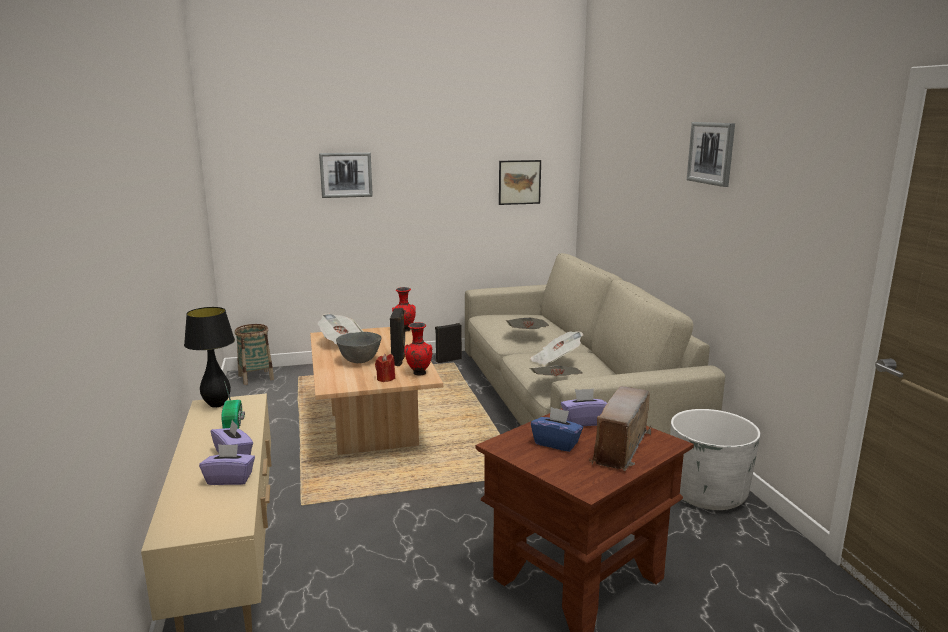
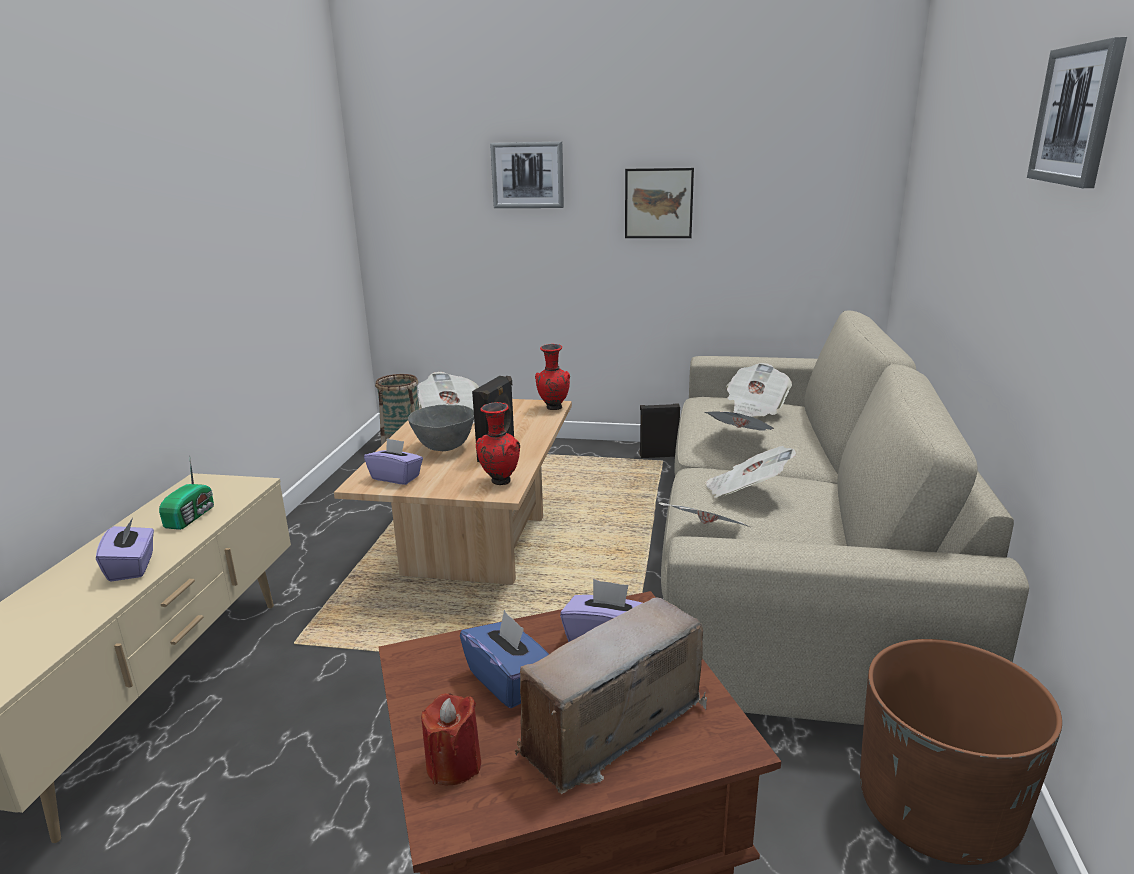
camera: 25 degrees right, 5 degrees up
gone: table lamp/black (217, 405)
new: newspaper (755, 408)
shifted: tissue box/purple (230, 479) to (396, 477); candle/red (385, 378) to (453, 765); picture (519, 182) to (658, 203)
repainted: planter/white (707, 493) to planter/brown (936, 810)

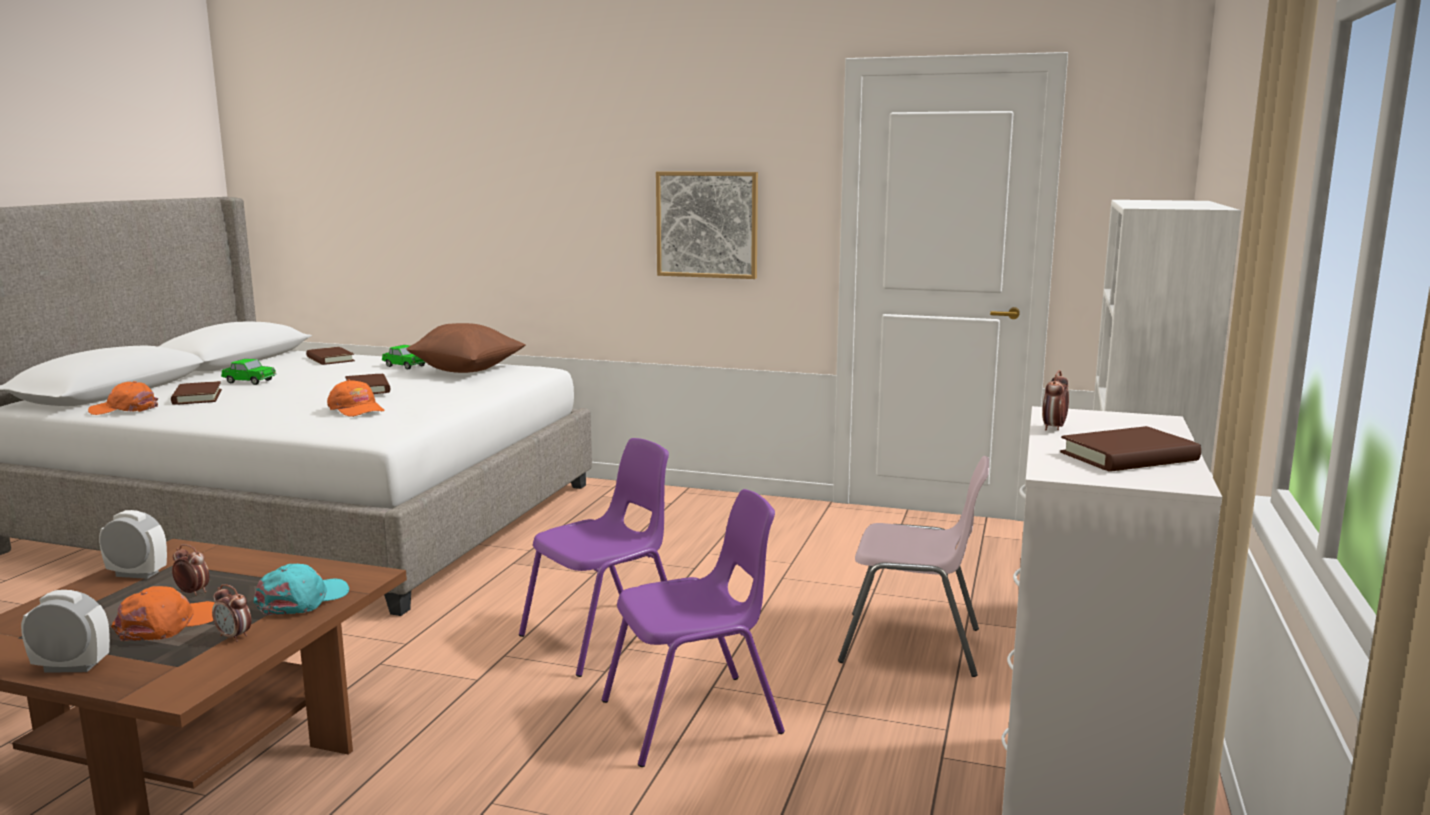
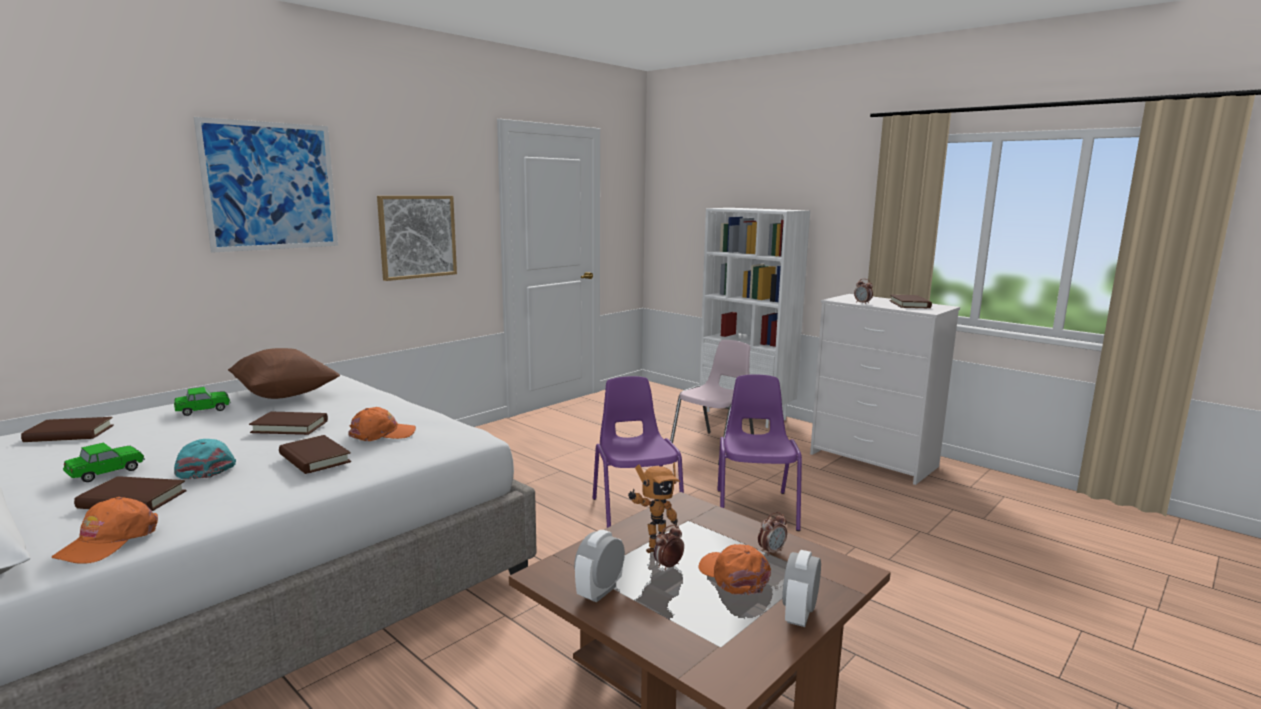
camera: 65 degrees left, 0 degrees up
new: picture (271, 186); book/brown (314, 458); toy robot (652, 546)
shifted: cap/turquoise (302, 600) to (205, 468)

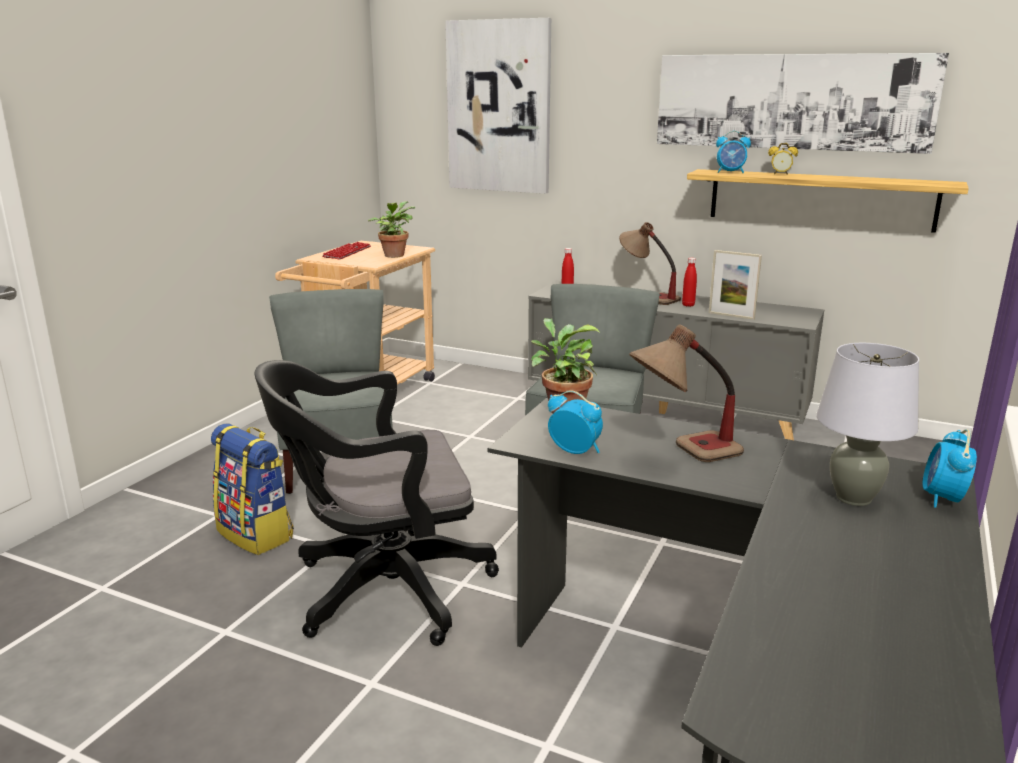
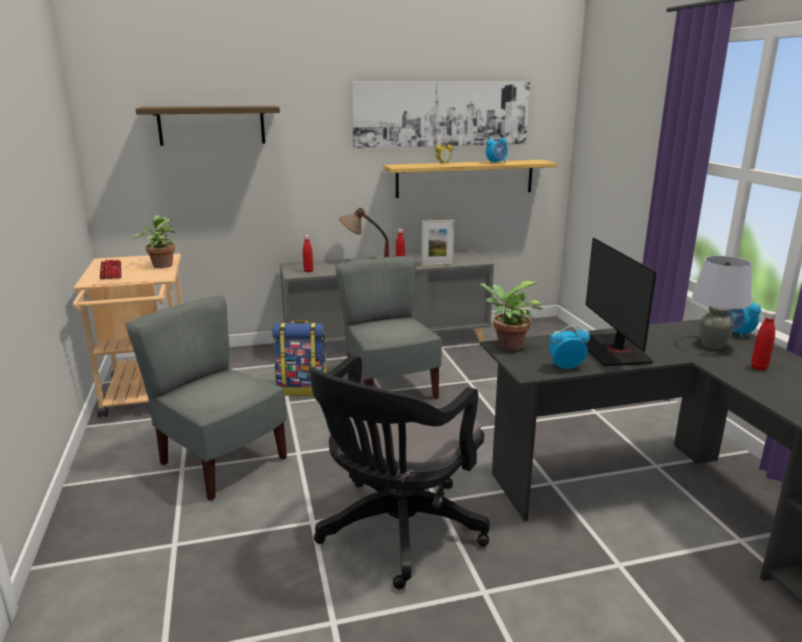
camera: 40 degrees left, 0 degrees up
new: bottle/red (759, 368)
shifted: backpack (257, 534) to (302, 389); alarm clock (730, 172) to (496, 163)
swapped: picture (499, 107) to shelf (211, 125); table lamp (682, 455) to monitor (612, 350)

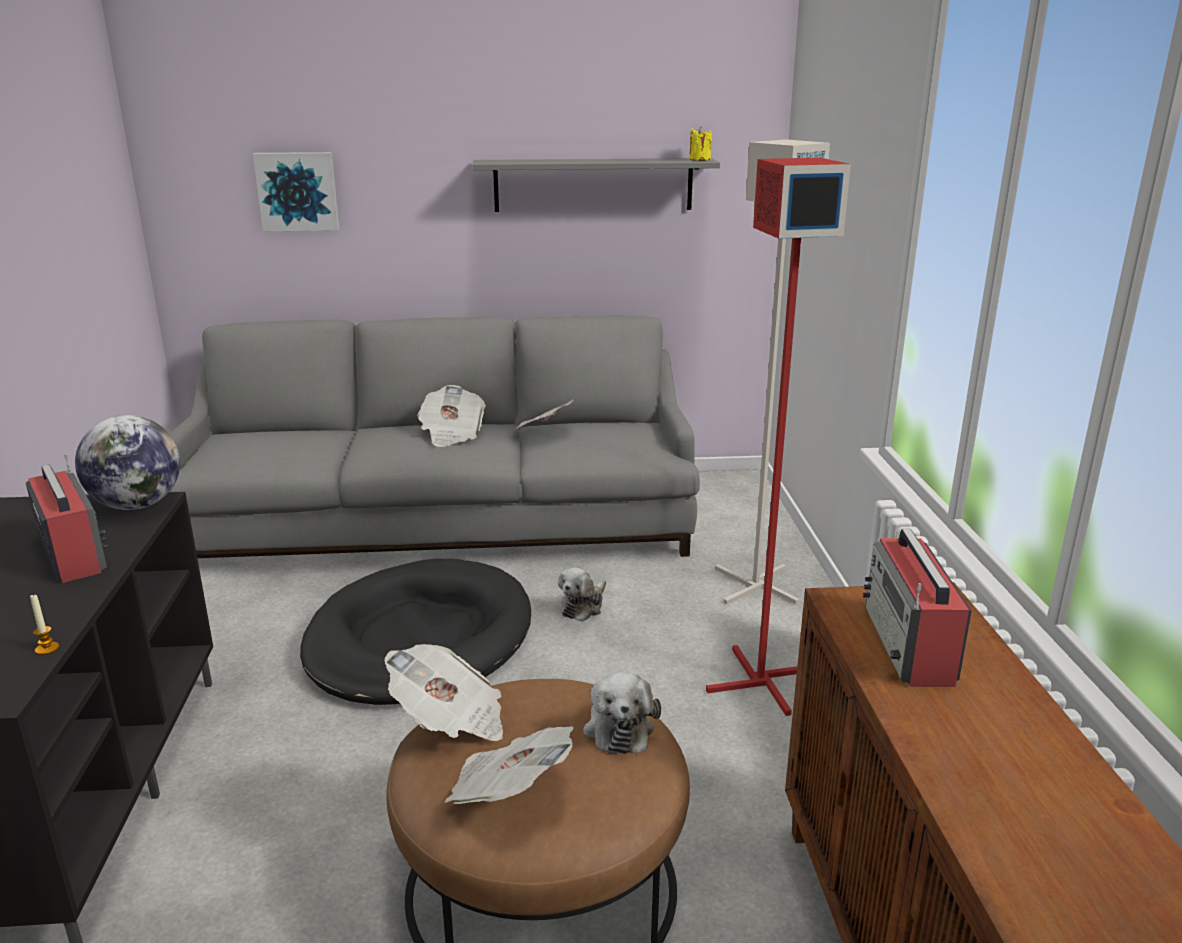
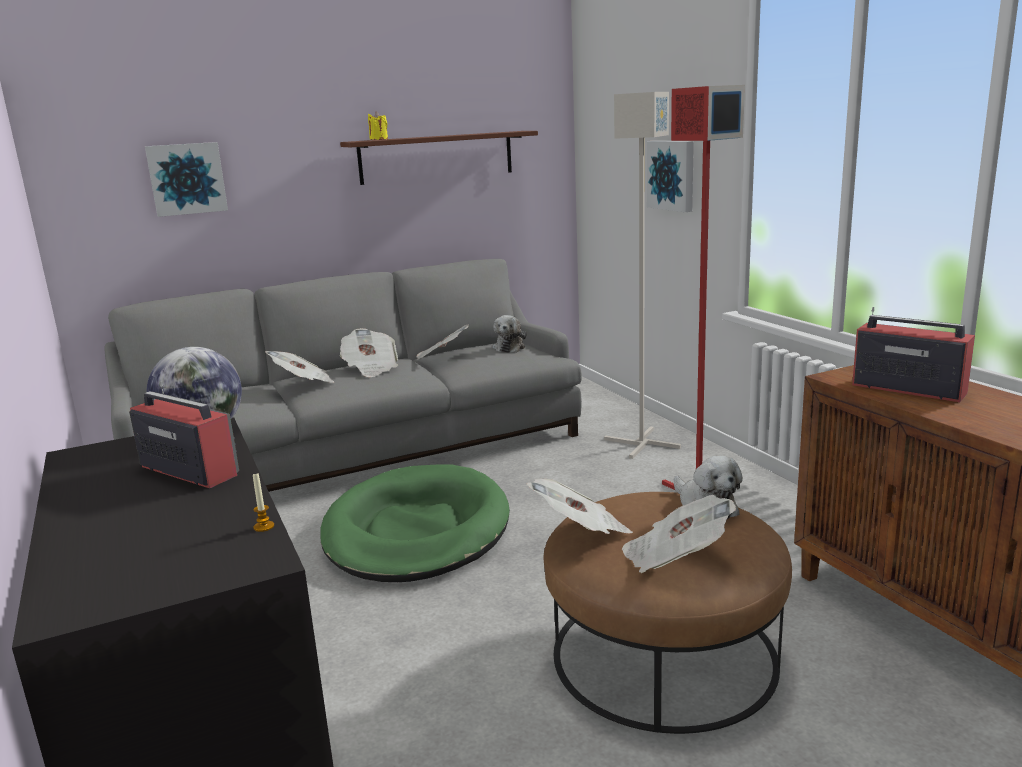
camera: 20 degrees left, 5 degrees down
new: newspaper (303, 383); picture (672, 175)
shifted: candle/yellow (699, 159) to (378, 139); plush toy (583, 606) to (509, 347)
repainted: dog bed/black (419, 639) to dog bed/green (417, 531); shelf/grey (593, 185) to shelf/brown (437, 157)
rotated: radio (909, 646) = (907, 388) 150 degrees clockwise

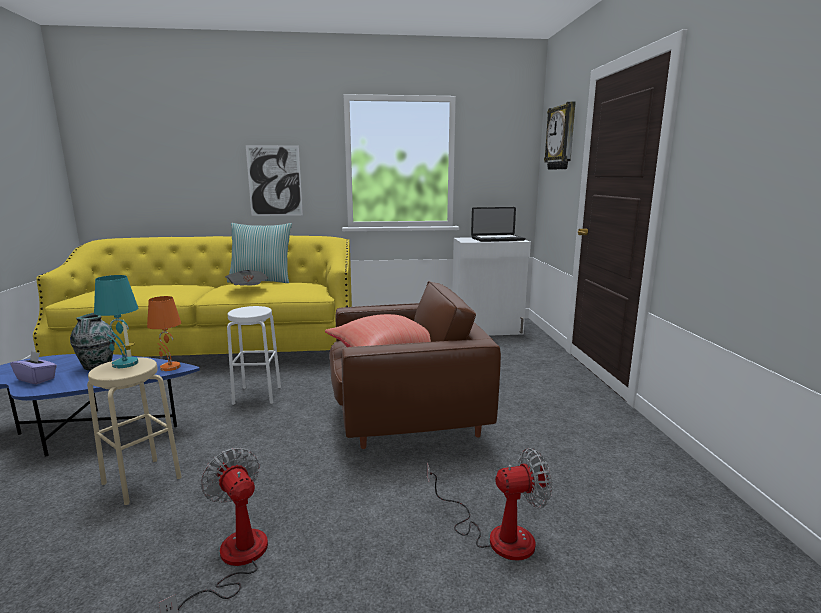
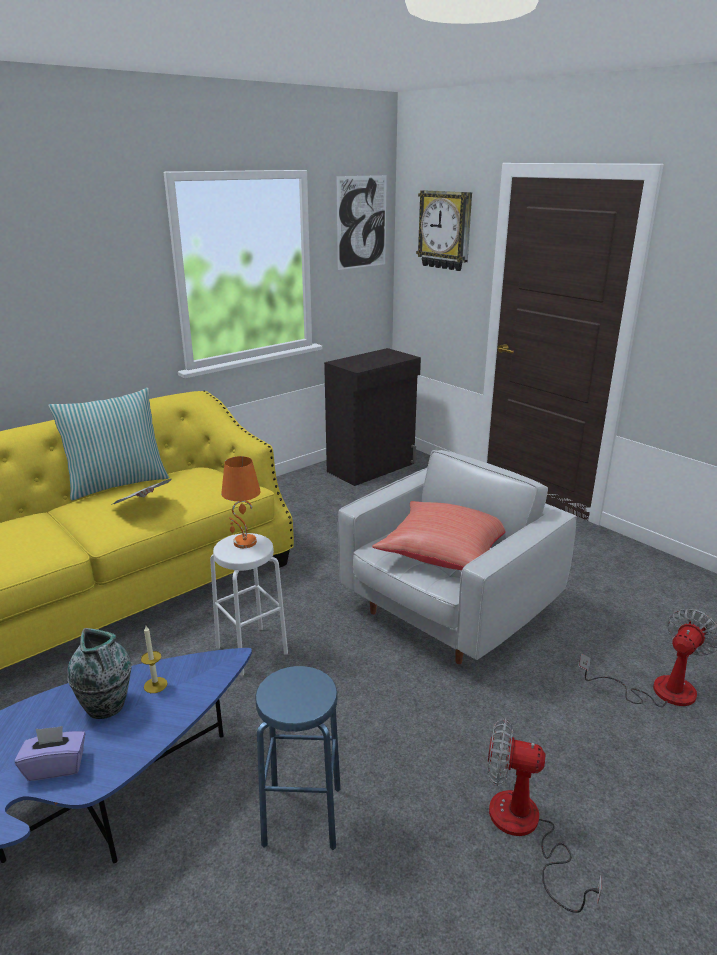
camera: 35 degrees left, 10 degrees up
gone: table lamp/turquoise (124, 364); laptop (497, 239)
shifted: table lamp/orange (169, 367) to (244, 542); picture (274, 181) to (362, 222)
repainted: stool/beige (141, 480) to stool/blue (302, 815); cabinet/white (487, 330) to cabinet/black (372, 468); armchair/brown (405, 418) to armchair/white (448, 612)

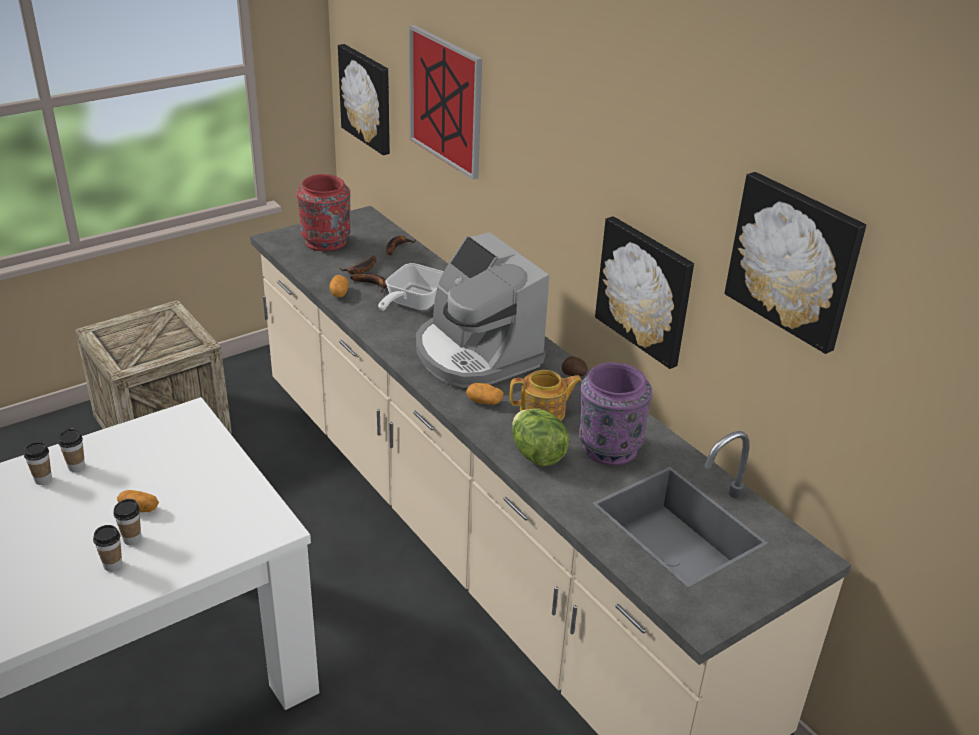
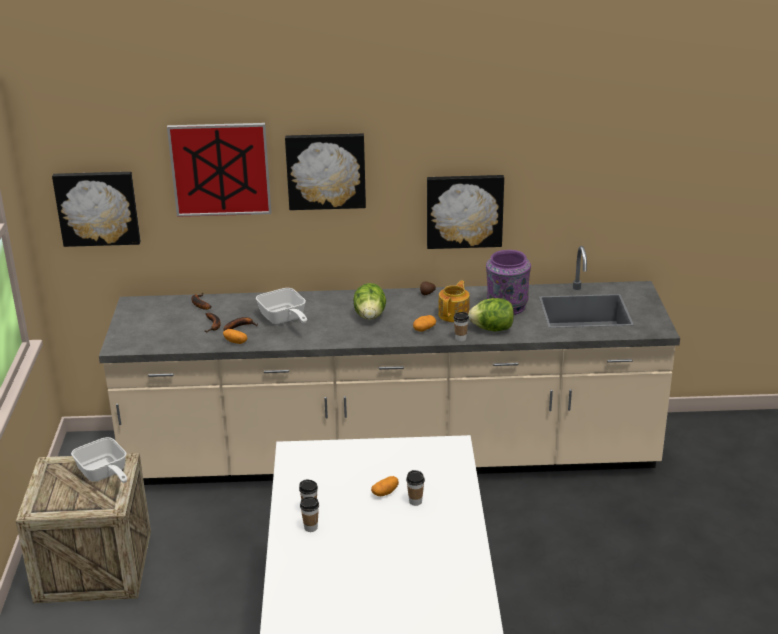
camera: 55 degrees left, 5 degrees down
gone: vase/red (326, 242)
new: frying pan (104, 474)
shifted: picture (795, 260) to (326, 170); cup (113, 565) to (460, 338)
swapped: coffee machine (475, 354) to lettuce (370, 316)

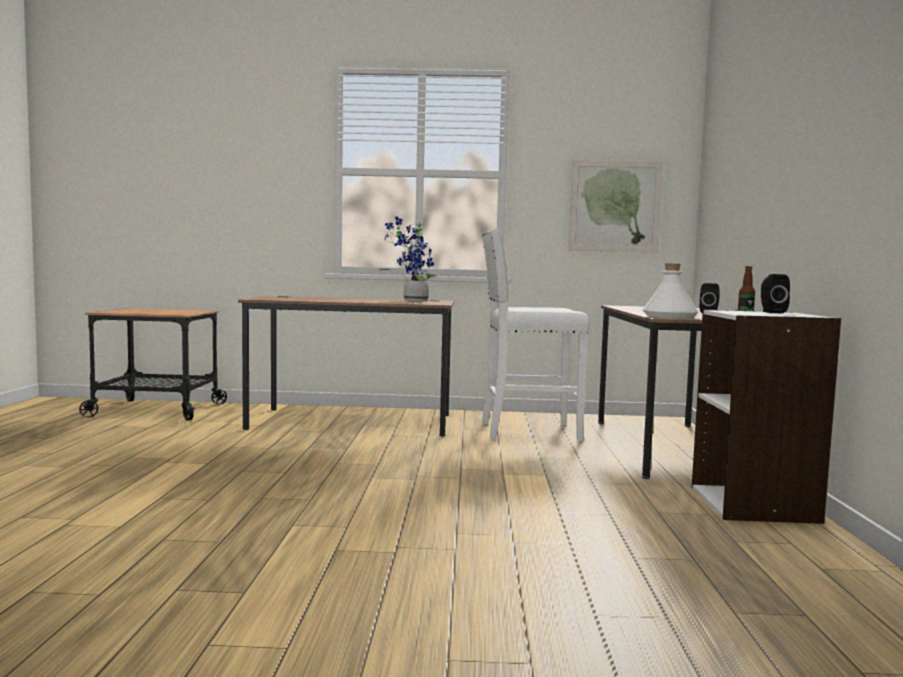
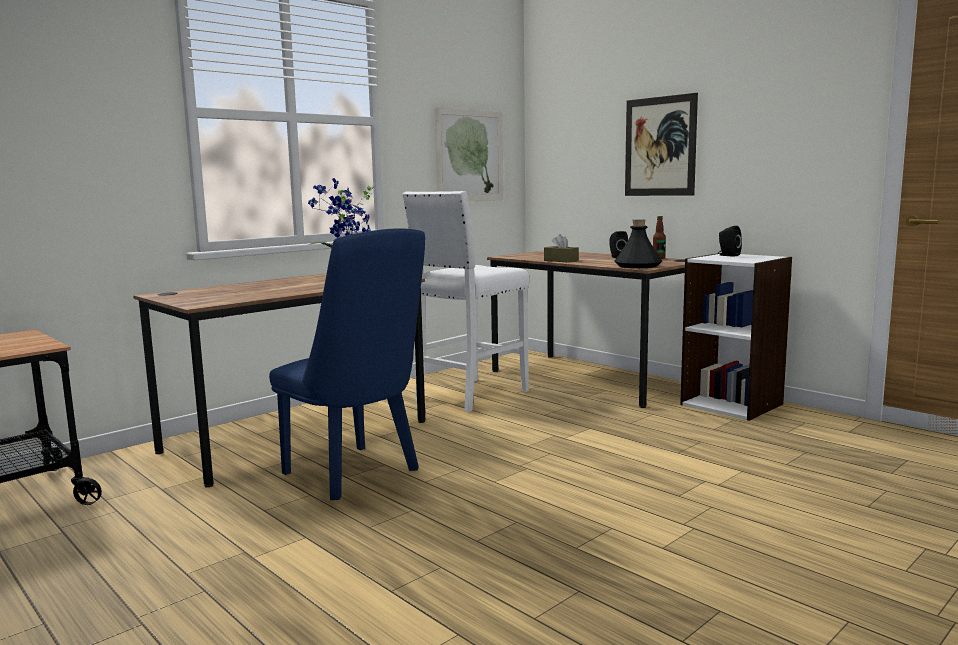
camera: 45 degrees left, 5 degrees up
new: chair/blue (357, 475); tissue box/brown (561, 261); picture (660, 146)
repainted: bottle/white (669, 316) to bottle/black (638, 266)

